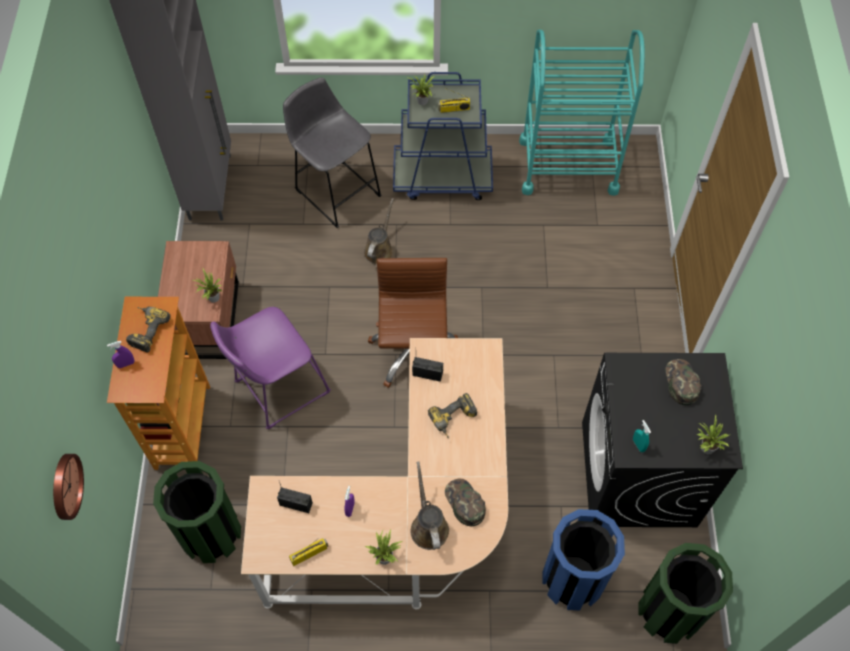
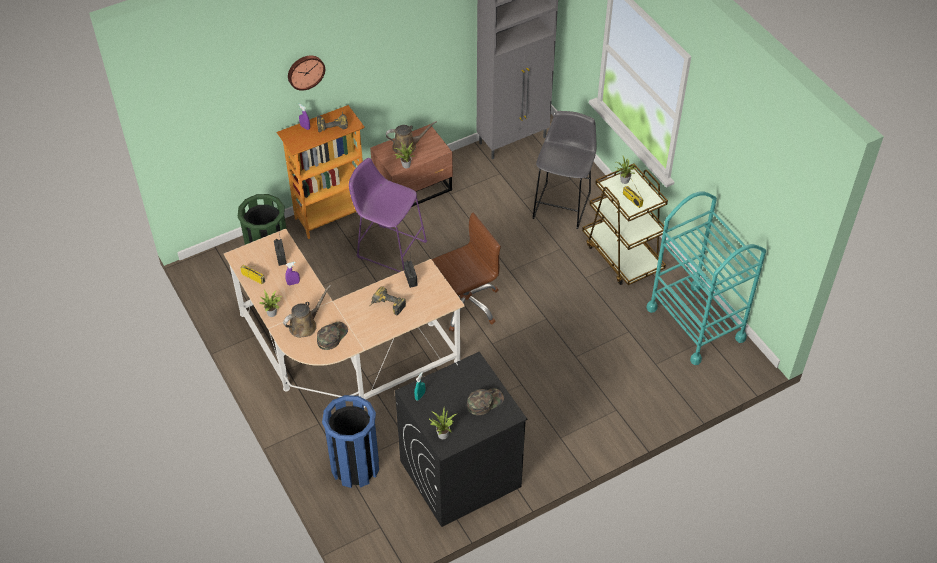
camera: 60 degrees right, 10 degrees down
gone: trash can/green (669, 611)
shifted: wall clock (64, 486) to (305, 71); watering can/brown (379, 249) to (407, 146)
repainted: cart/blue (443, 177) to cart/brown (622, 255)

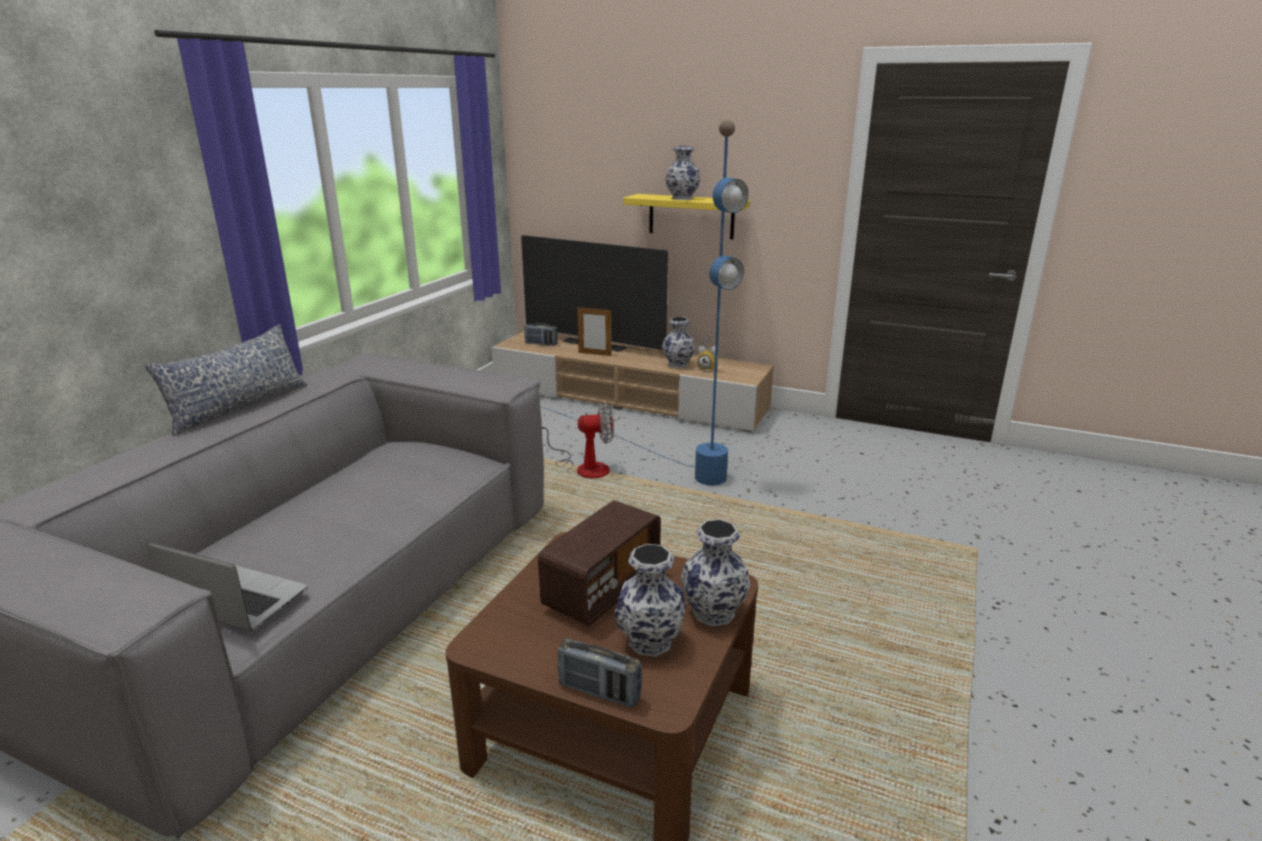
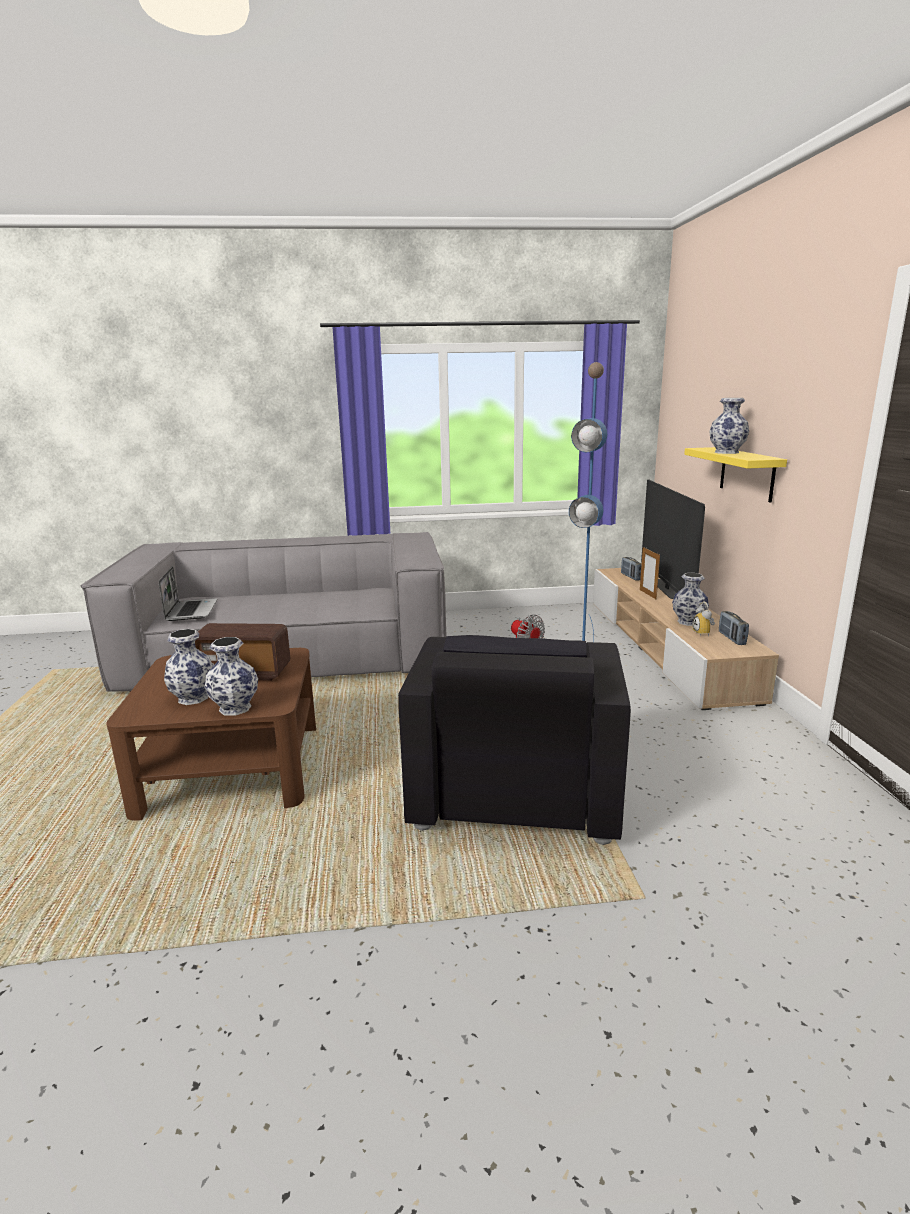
camera: 60 degrees right, 5 degrees down
gone: pillow (238, 406)
new: armchair/black (515, 784)
shifted: radio (599, 692) to (731, 638)

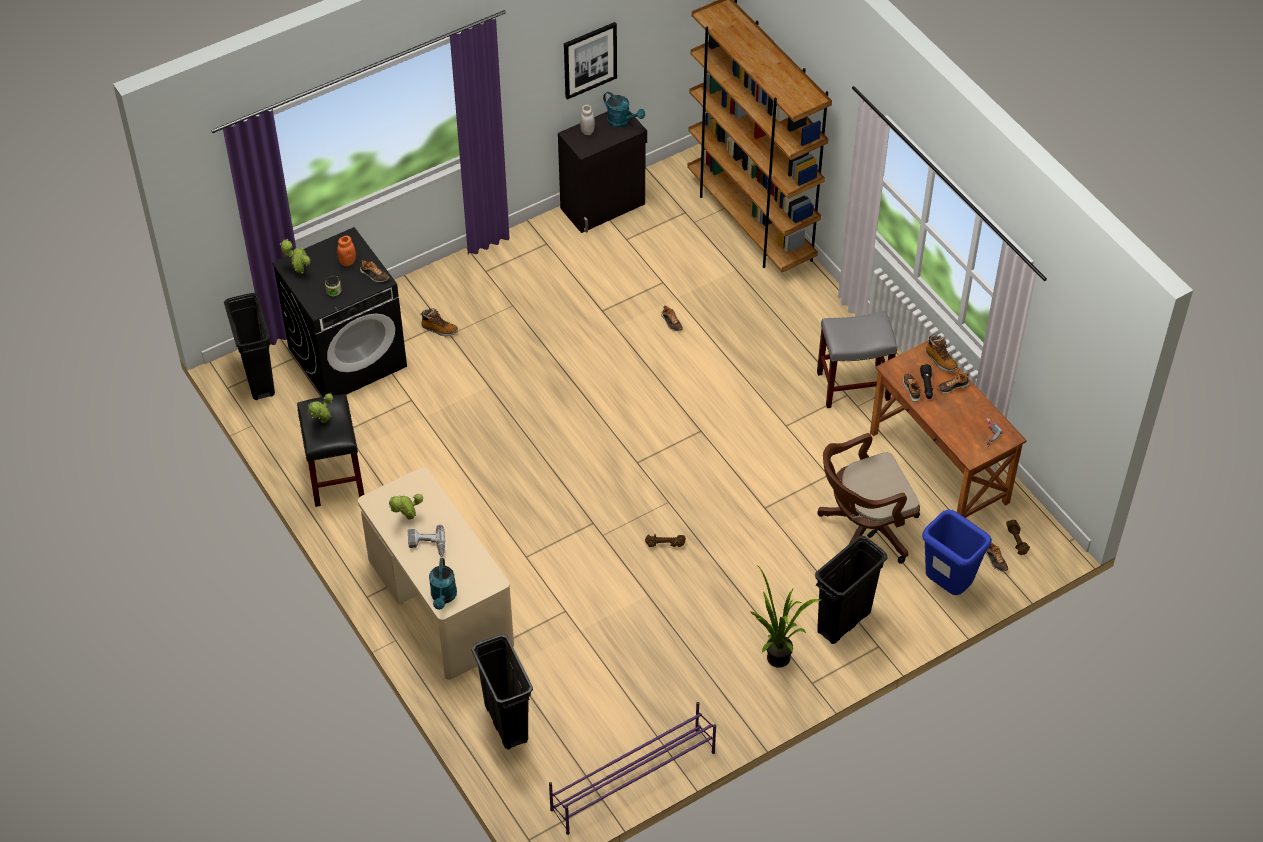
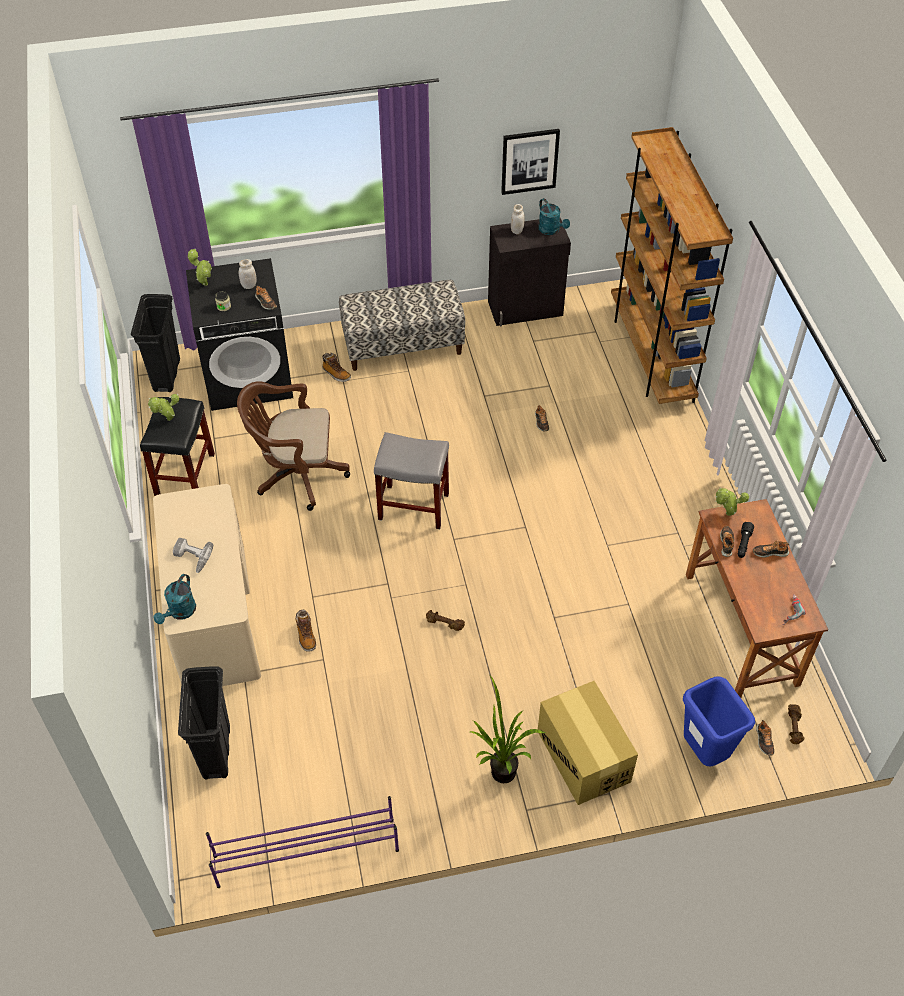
camera: 20 degrees right, 0 degrees up
new: bench (403, 345)
shifted: office chair/brown (863, 530) to (296, 475); boot (940, 360) to (306, 636); stool/grey (853, 385) to (414, 506); potted plant (407, 518) to (726, 514)
swapped: trash can/black (843, 622) to cardboard box (583, 756)
repainted: jar/orange (347, 262) to jar/white (249, 285)

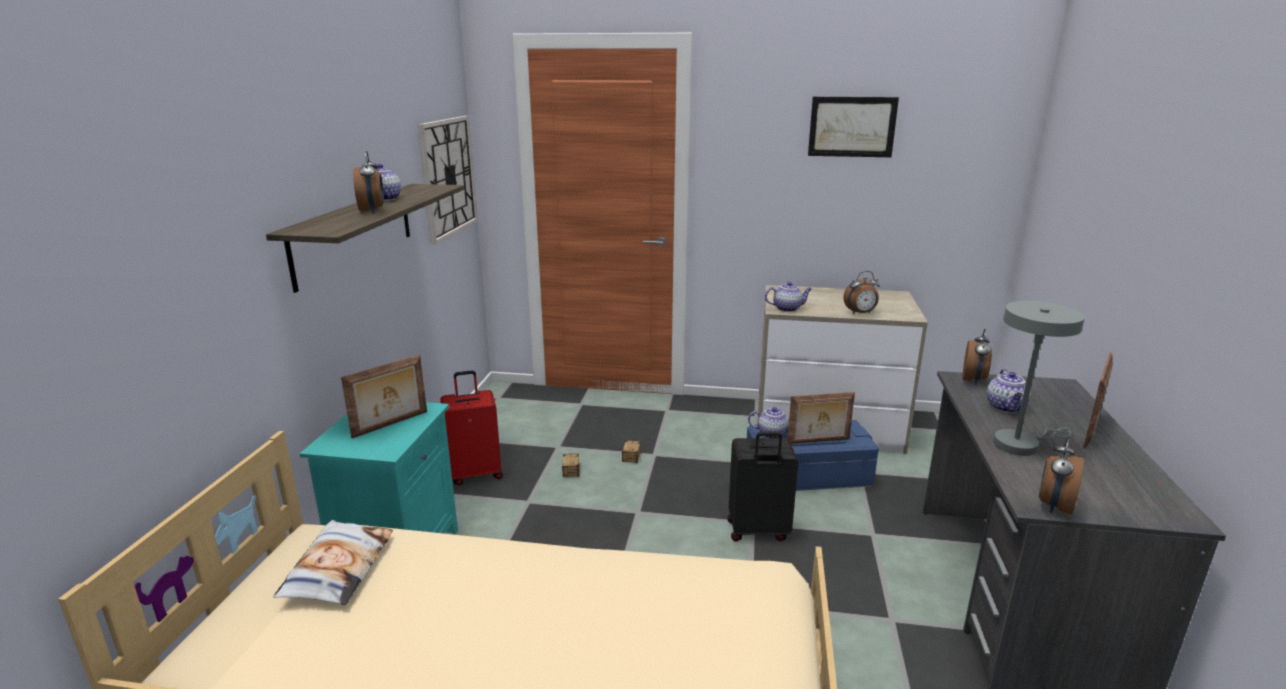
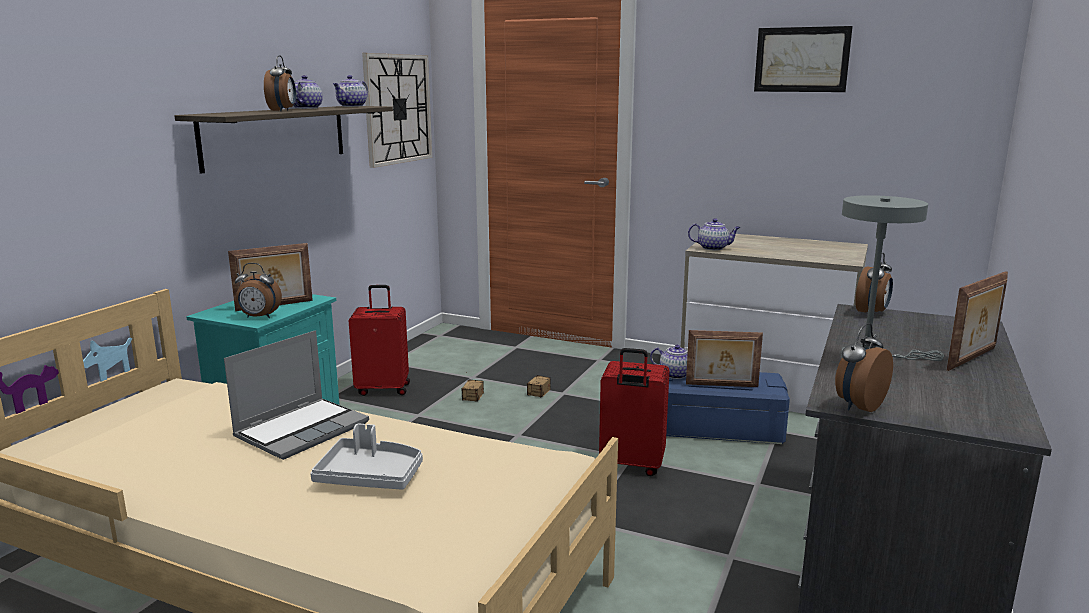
camera: 15 degrees right, 5 degrees down
gone: pillow (338, 569)
new: laptop (302, 429); tray/grey (370, 476)
shifted: alarm clock (860, 313) to (259, 317); teapot (1006, 407) to (352, 106)
repainted: suitcase/black (757, 531) to suitcase/red (630, 465)

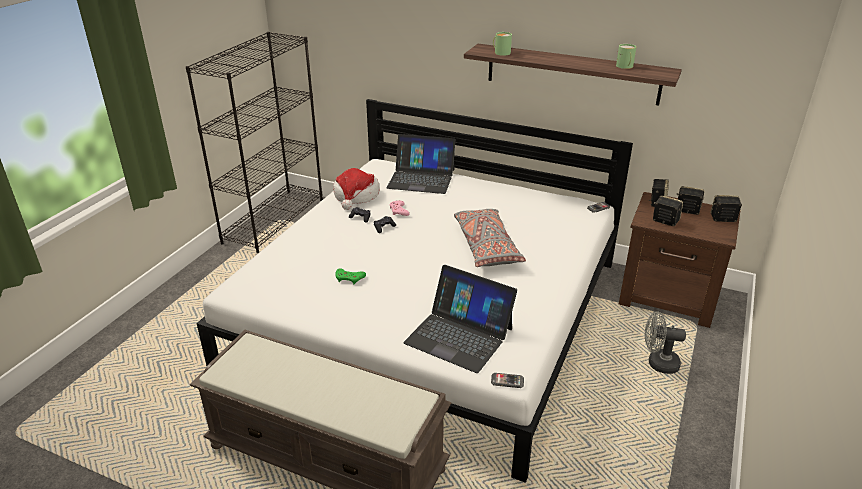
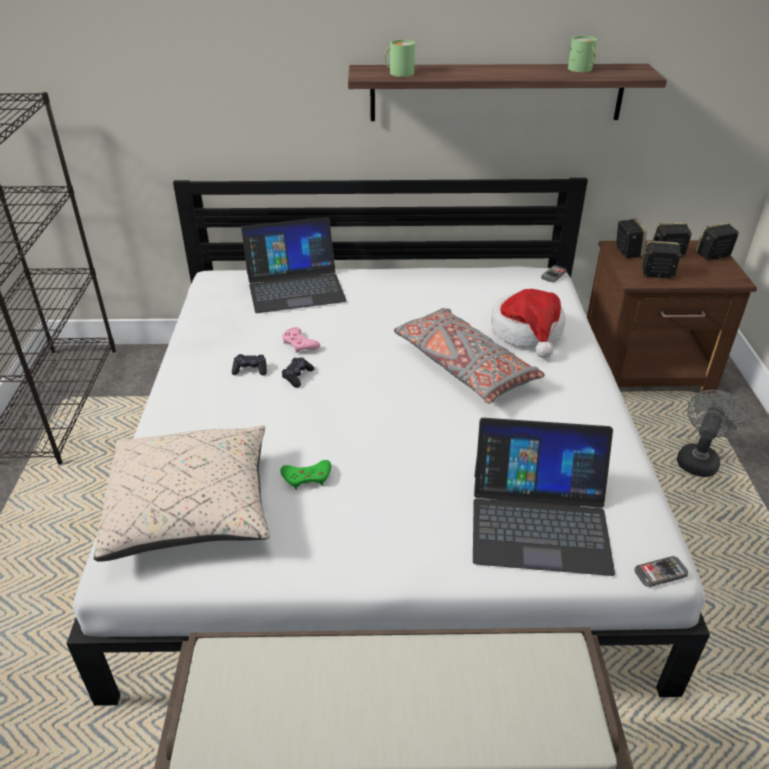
camera: 25 degrees left, 5 degrees up
new: pillow/beige (192, 509)
shifted: hat (356, 196) to (527, 332)
rotated: fan/grey (658, 363) = (698, 459) 135 degrees clockwise

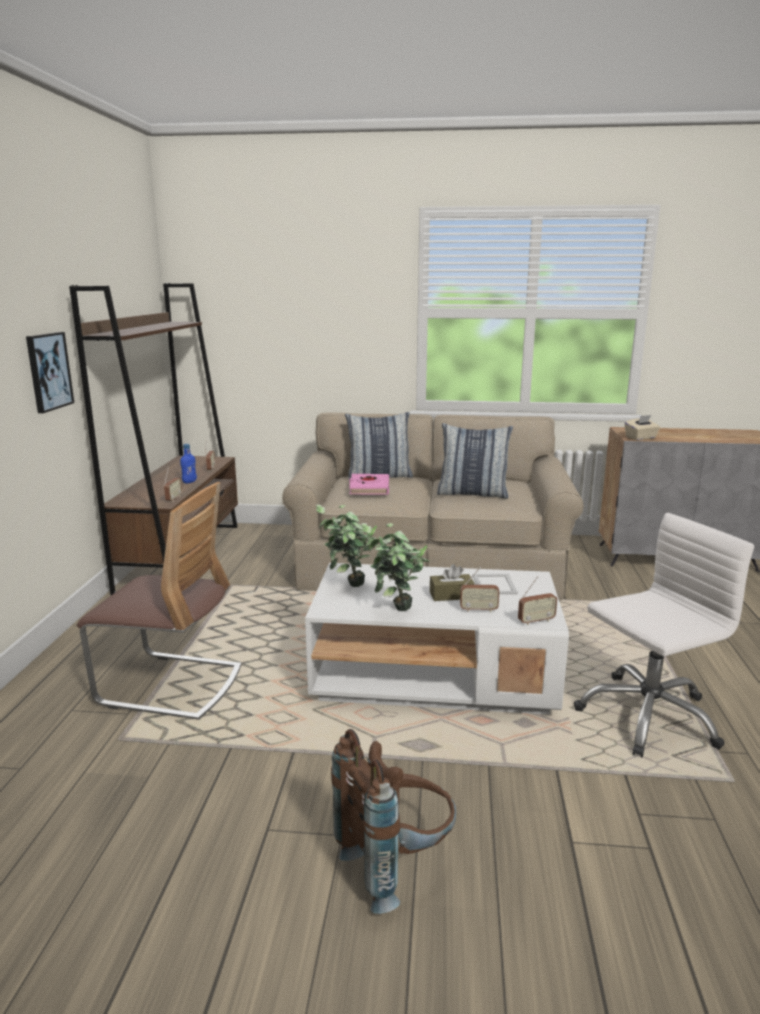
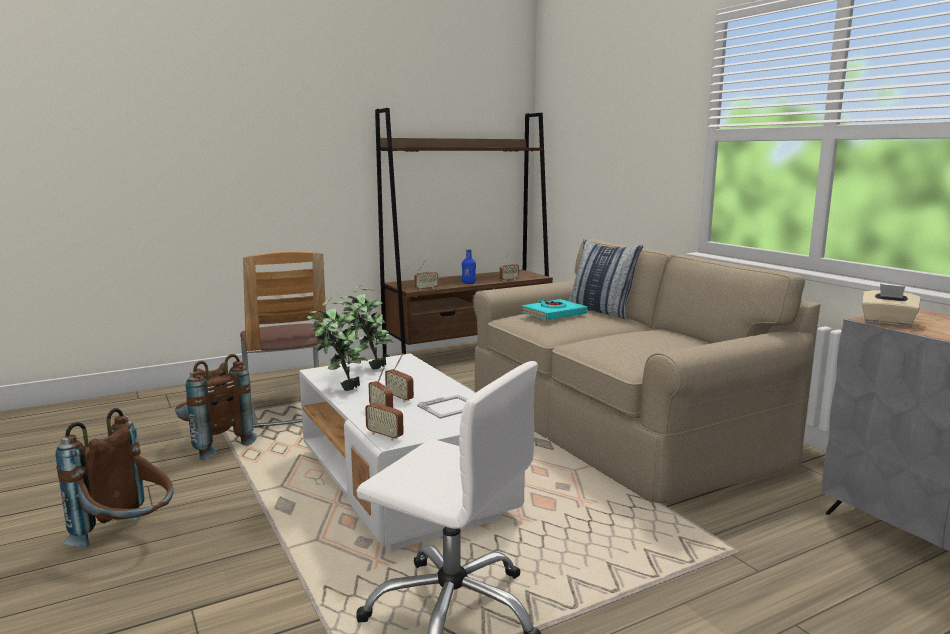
camera: 55 degrees right, 5 degrees down
gone: picture (48, 371); pillow (473, 493)
new: backpack/brown (214, 445)
swapped: tissue box/brown (451, 595) to radio (400, 398)
repainted: book/pink (369, 488) to book/turquoise (553, 314)

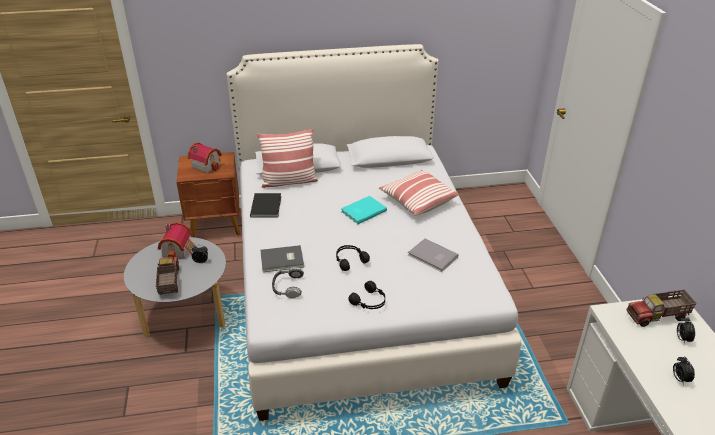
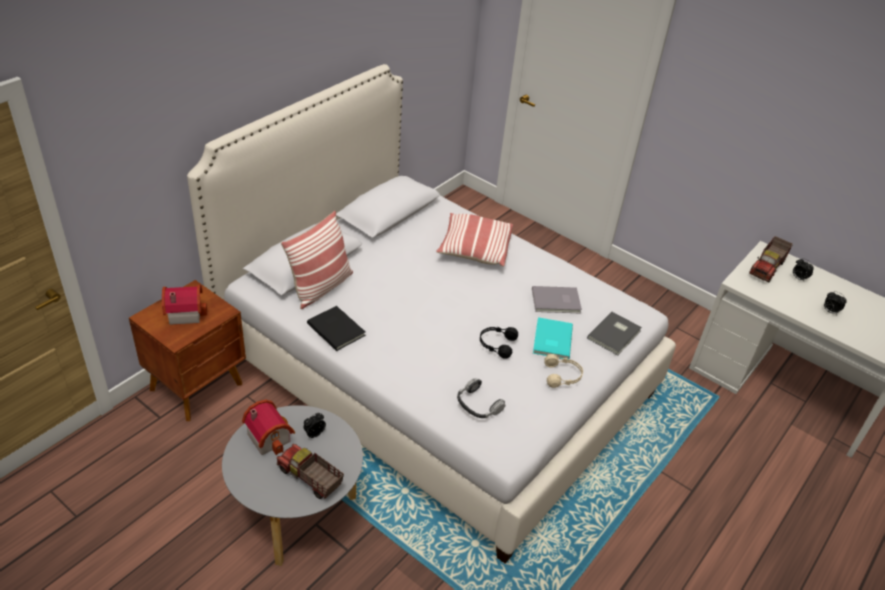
camera: 45 degrees left, 5 degrees up
shifted: book/turquoise (362, 211) to (551, 340); book/grey (283, 260) to (615, 335)
repainted: headphones/black (369, 302) to headphones/beige (562, 376)

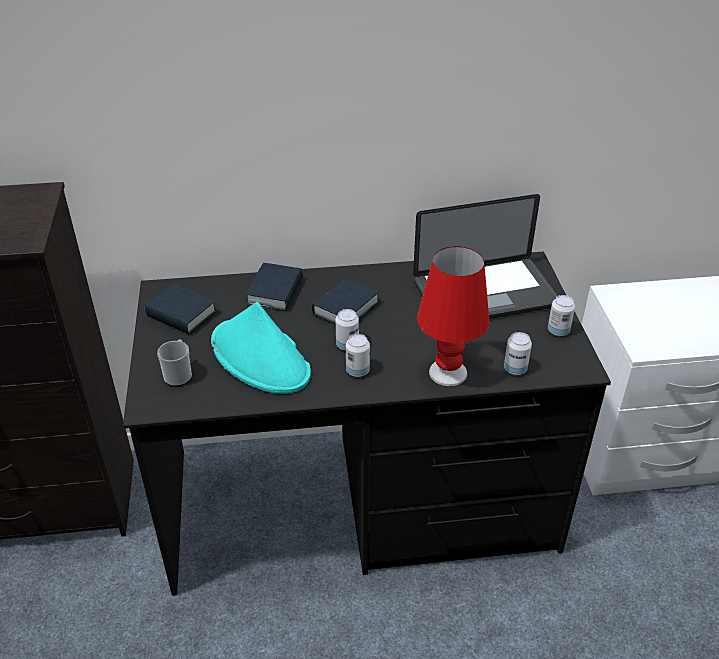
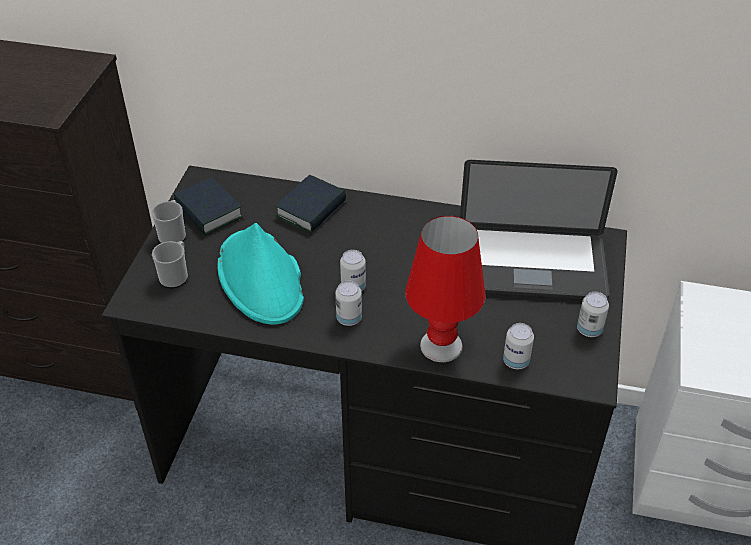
camera: 20 degrees right, 5 degrees up
gone: book (345, 308)
new: mug (173, 235)

